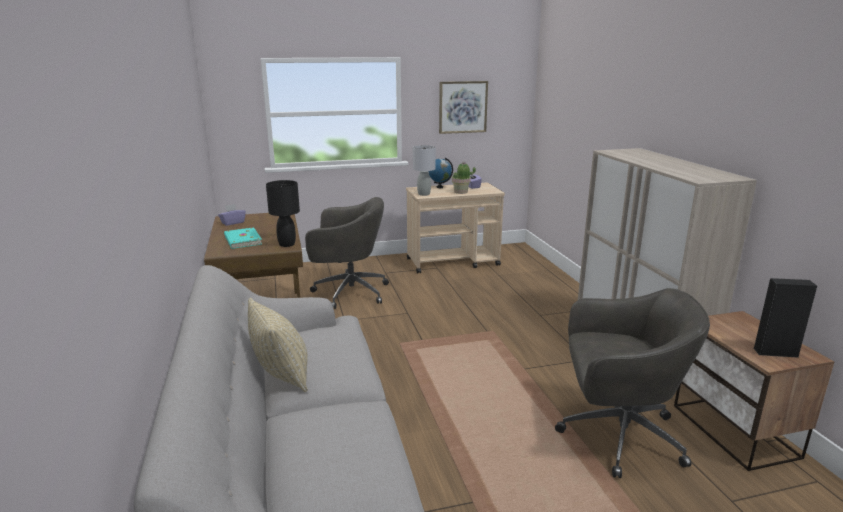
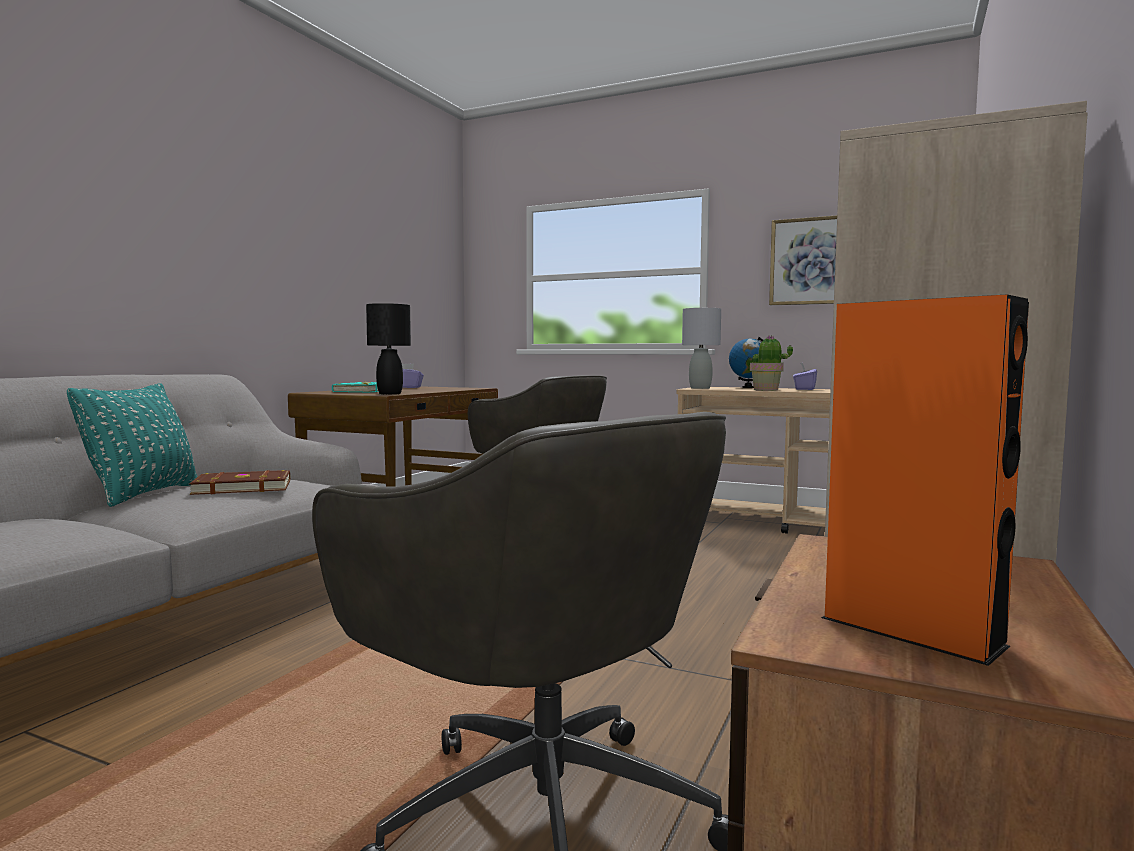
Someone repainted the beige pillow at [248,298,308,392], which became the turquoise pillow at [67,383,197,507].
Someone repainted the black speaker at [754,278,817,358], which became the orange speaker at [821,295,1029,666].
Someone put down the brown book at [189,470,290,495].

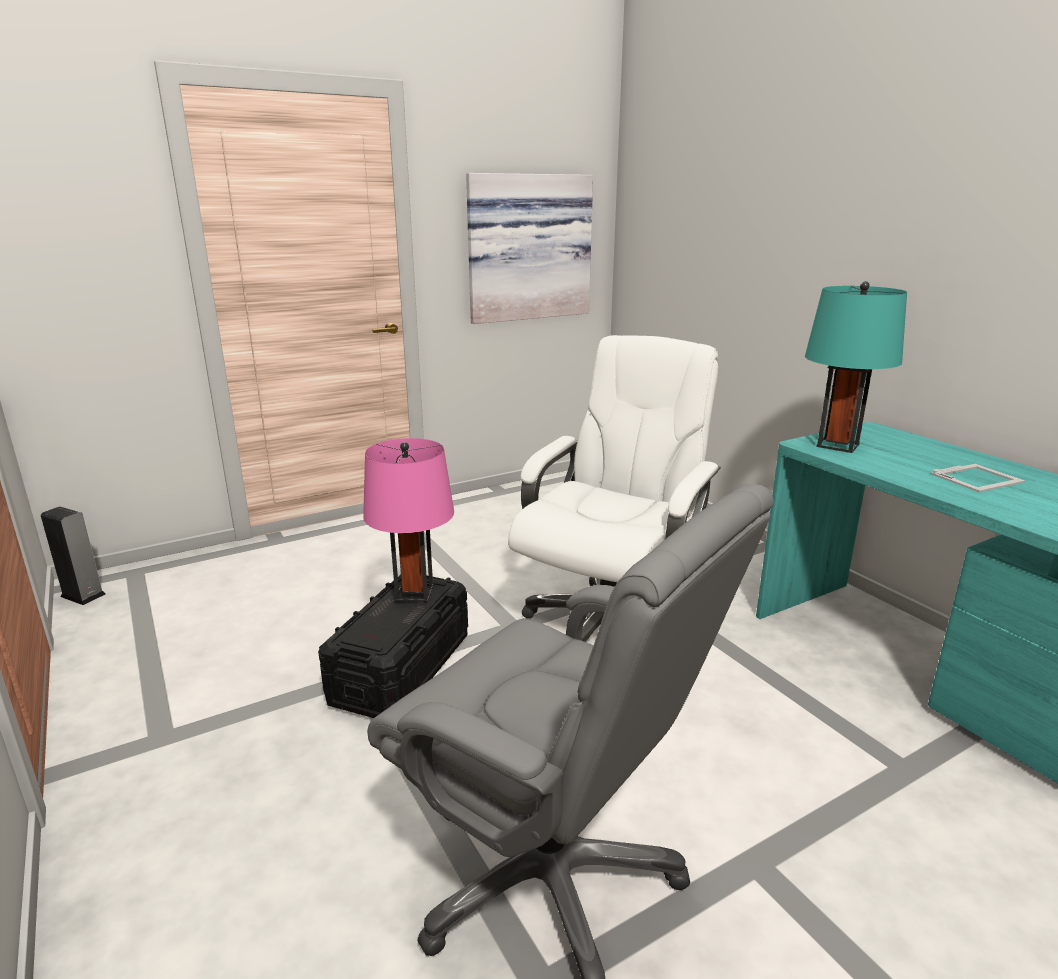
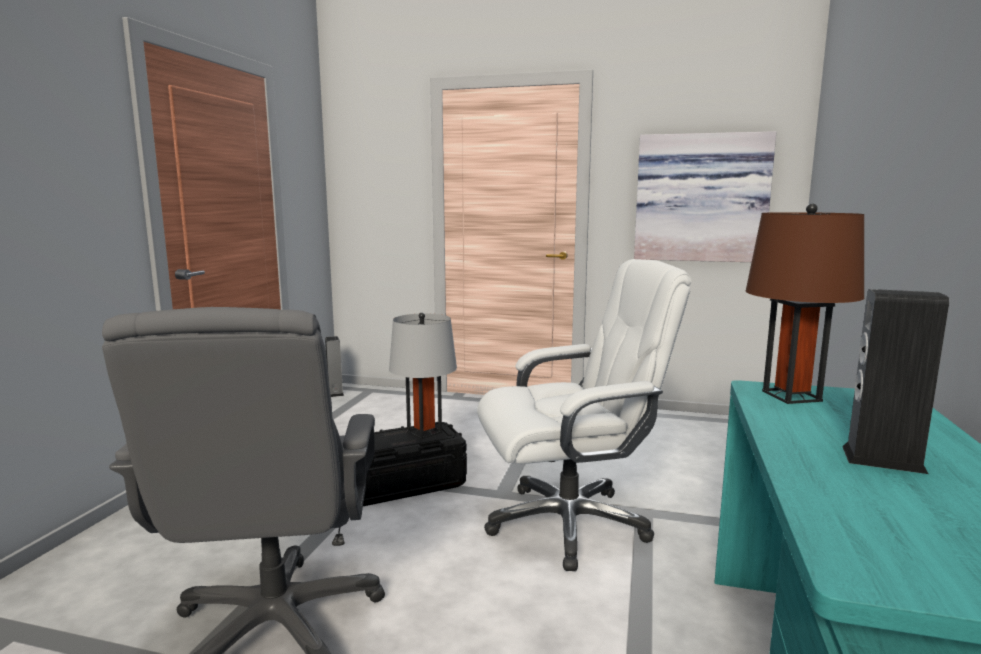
Someone repainted the pink table lamp at [363,438,454,602], which became the grey table lamp at [389,313,457,439].
Someone repainted the turquoise table lamp at [805,281,907,453], which became the brown table lamp at [746,203,864,404].
Someone swapped the picture frame at [931,464,1025,492] for the speaker at [842,289,949,474].

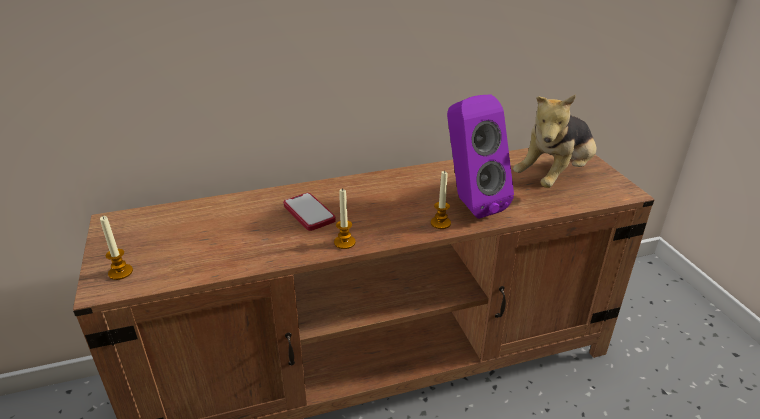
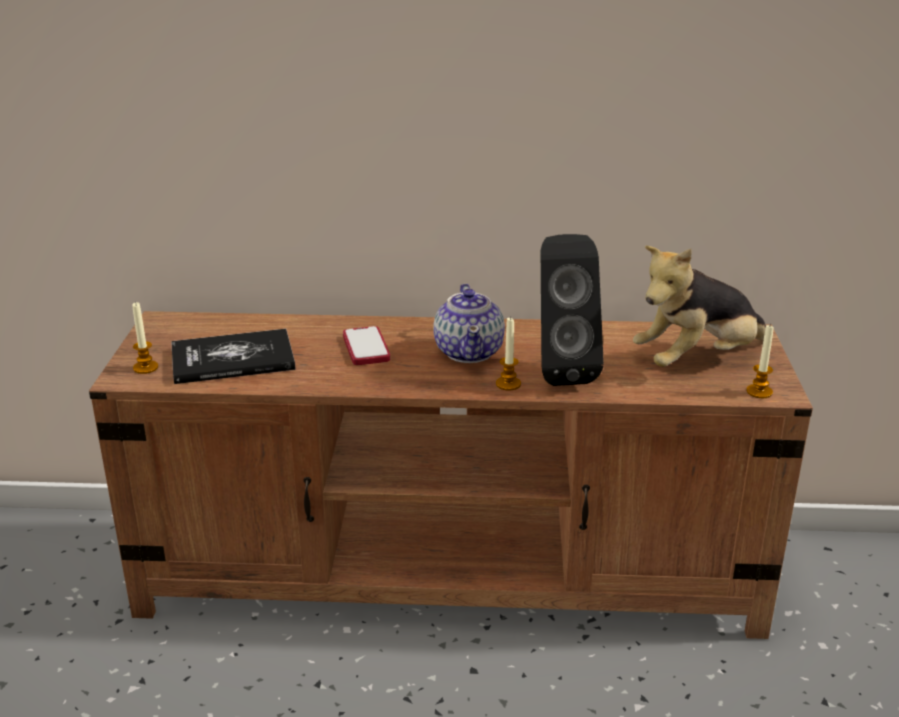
Someone carried the candle from [334,188,355,249] to [746,325,774,398].
Someone repainted the purple speaker at [447,94,514,219], which became the black speaker at [540,234,604,386].
Someone put down the book at [171,329,296,384].
Someone put down the teapot at [433,284,505,363].

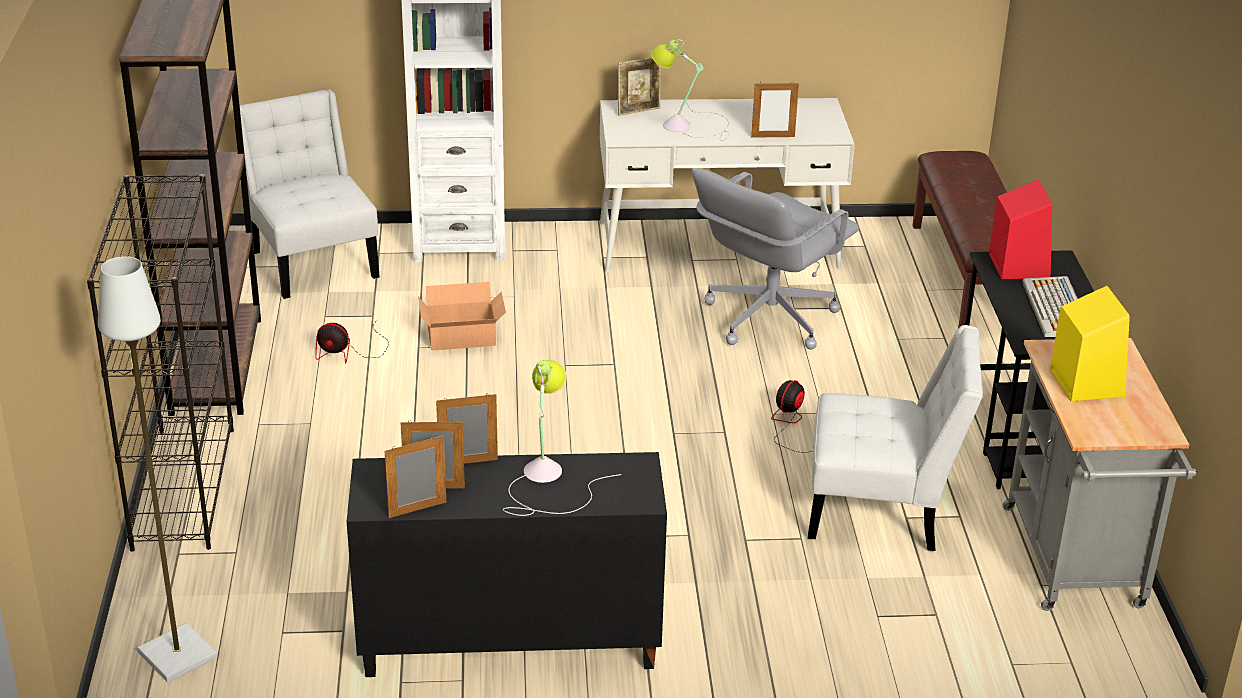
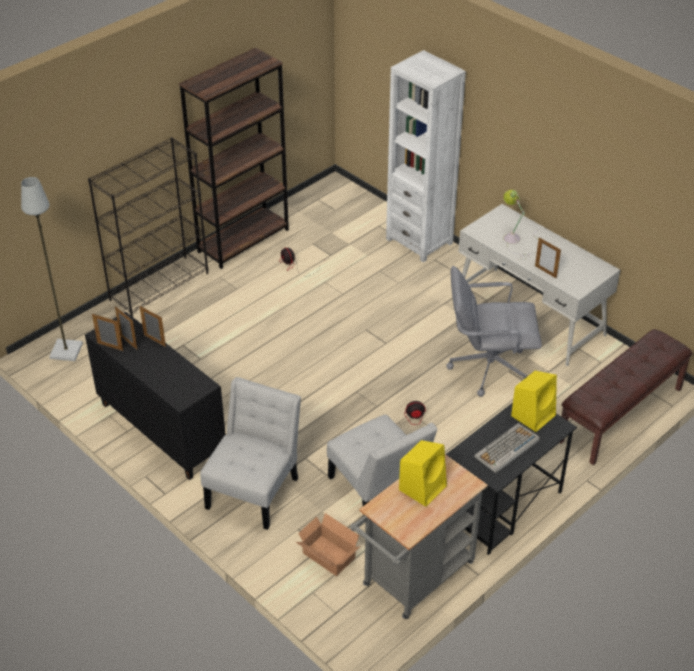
Someone carried the white chair from [232,89,380,299] to [200,377,301,530].
Someone carried the cardboard box from [418,282,506,351] to [296,513,361,576].
Someone took away the table lamp at [503,360,621,516].
Someone took away the picture frame at [618,57,661,116].
Someone repainted the red speaker at [989,179,1052,279], which became the yellow speaker at [511,371,557,432].

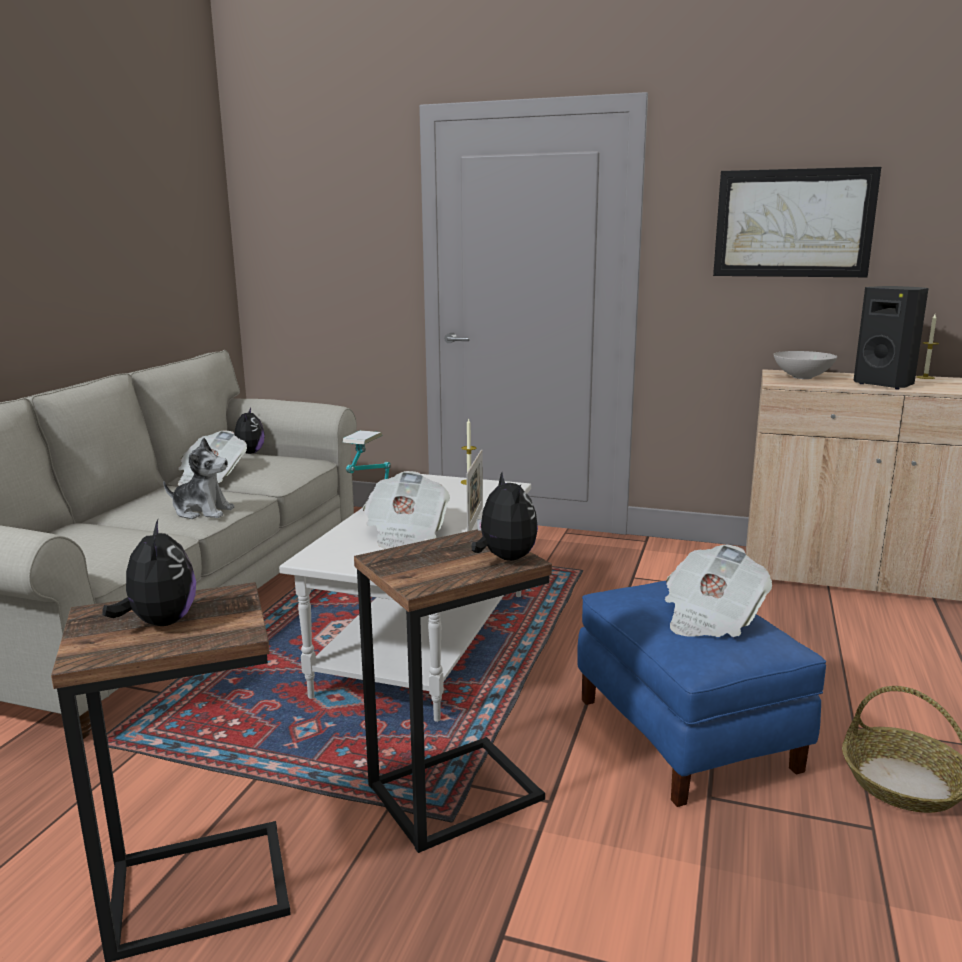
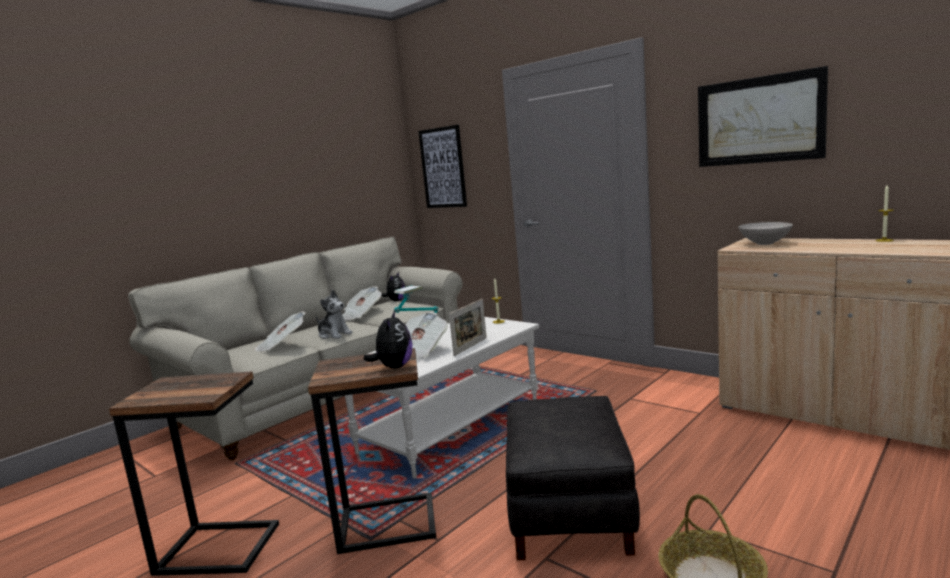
Someone took away the plush toy at [102,520,196,626].
Someone repainted the blue ottoman at [577,581,826,807], which became the black ottoman at [506,396,640,560].
Someone carried the newspaper from [665,544,772,637] to [254,311,306,351].
Someone took away the black speaker at [853,286,929,389].
Someone put up the picture at [418,125,467,208].

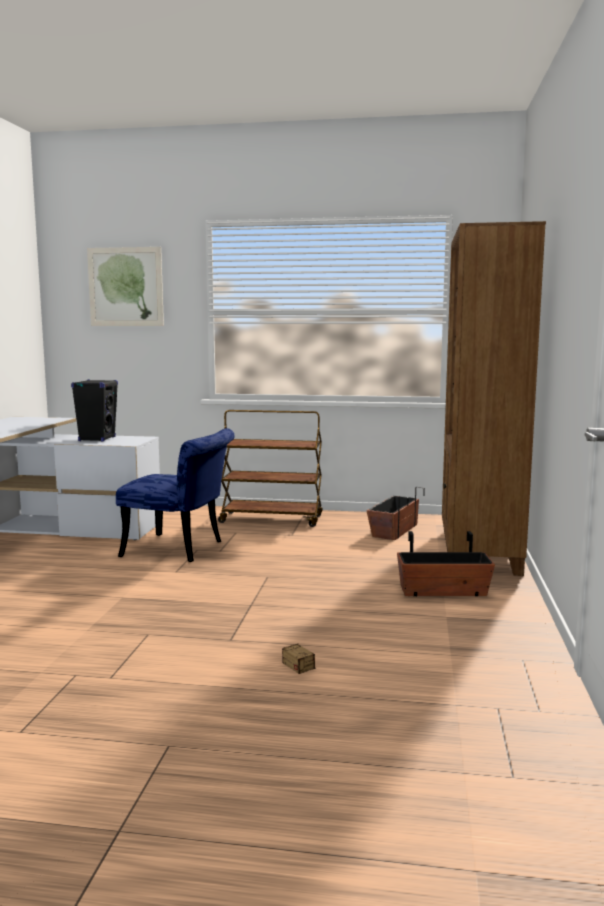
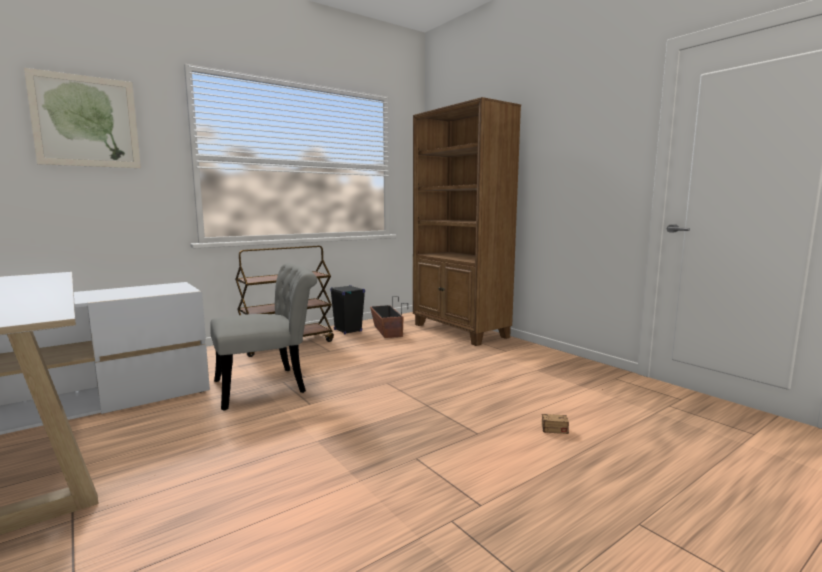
Someone carried the black speaker from [71,379,118,441] to [330,285,365,334].
Someone repainted the blue chair at [116,428,235,562], which became the grey chair at [210,263,317,411].
Someone took away the planter at [397,531,495,596].

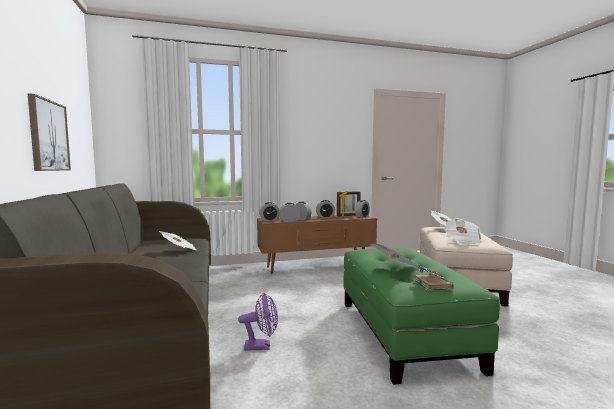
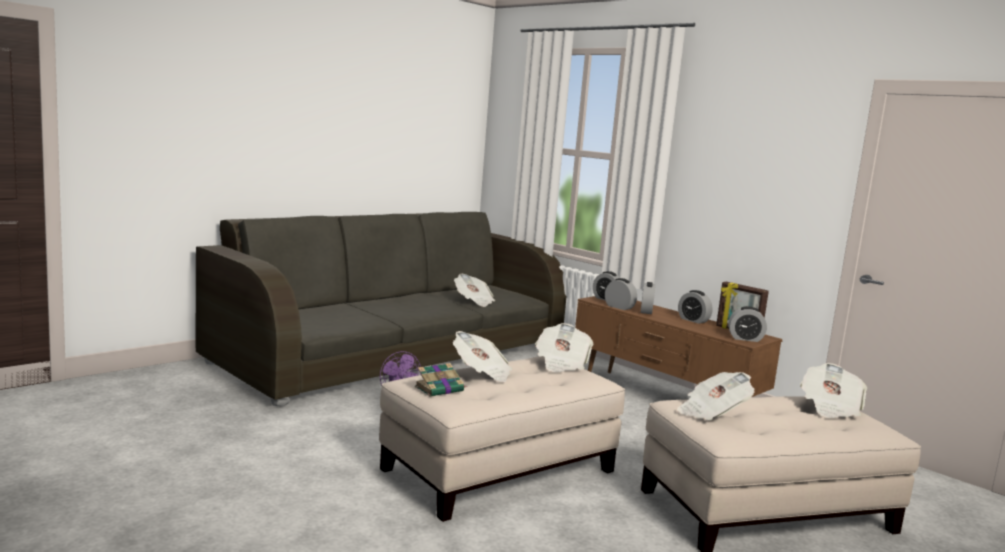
Someone took away the picture at [27,93,71,171].
Someone repainted the green ottoman at [344,248,500,385], which became the beige ottoman at [379,356,625,522].
Someone put down the newspaper at [535,323,594,372].

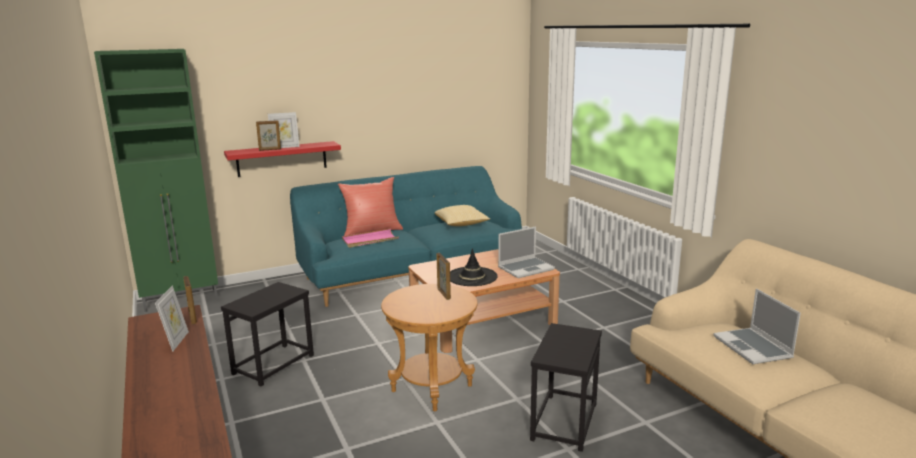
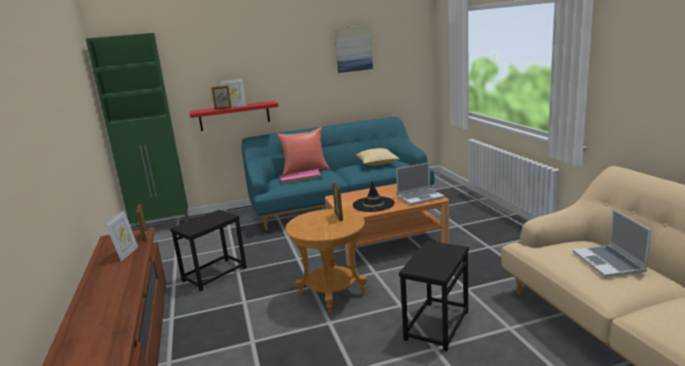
Someone put up the picture at [334,25,373,73].

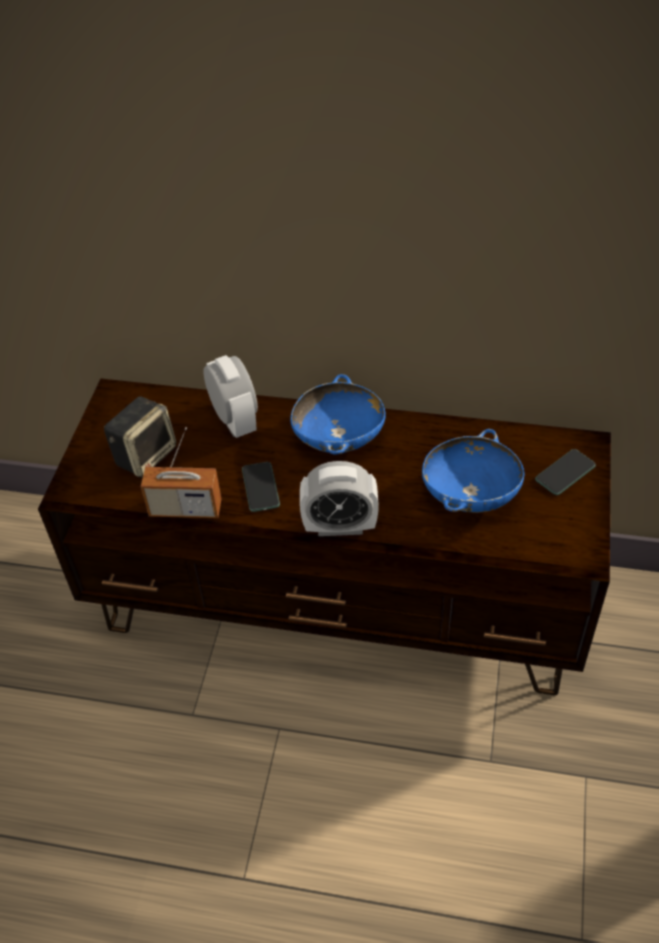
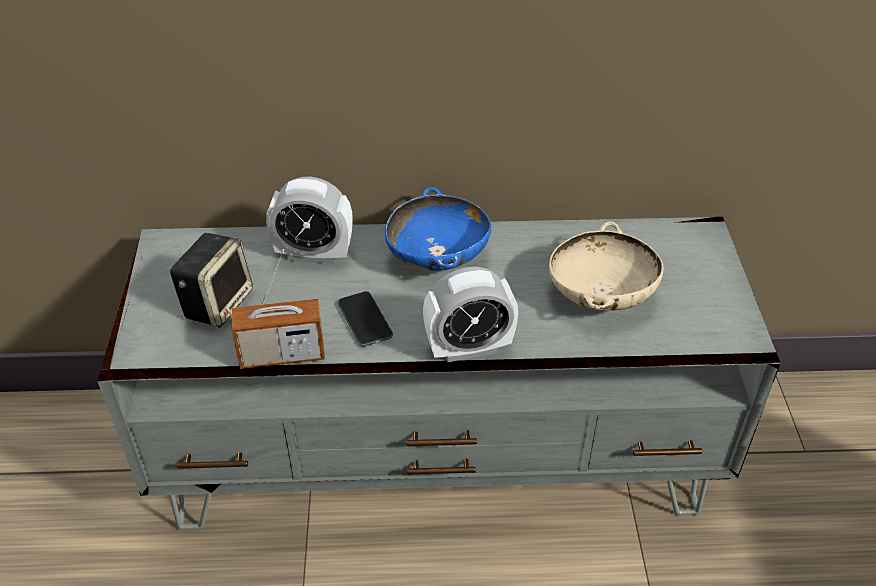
Someone repainted the brown tv stand at [38,379,611,695], which became the grey tv stand at [97,217,780,530].
Someone rotated the alarm clock at [204,355,258,438] by 135 degrees clockwise.
Someone repainted the blue bowl at [422,429,524,513], which became the beige bowl at [549,221,663,311].
Someone took away the phone at [535,449,596,495].

